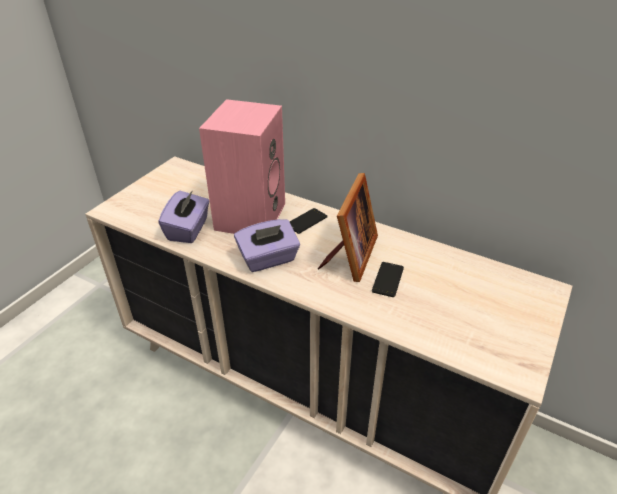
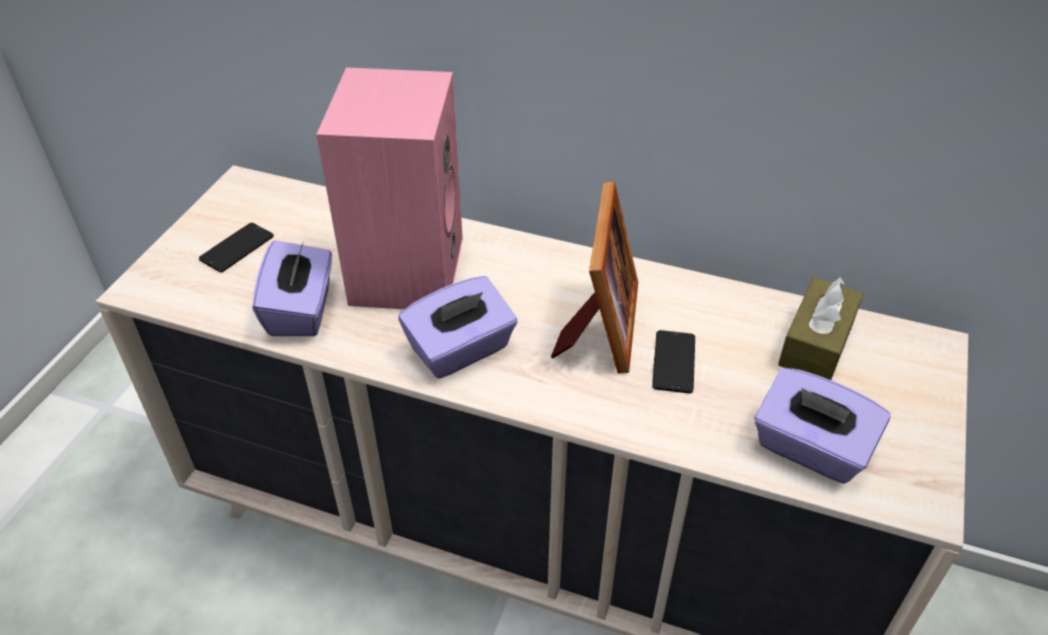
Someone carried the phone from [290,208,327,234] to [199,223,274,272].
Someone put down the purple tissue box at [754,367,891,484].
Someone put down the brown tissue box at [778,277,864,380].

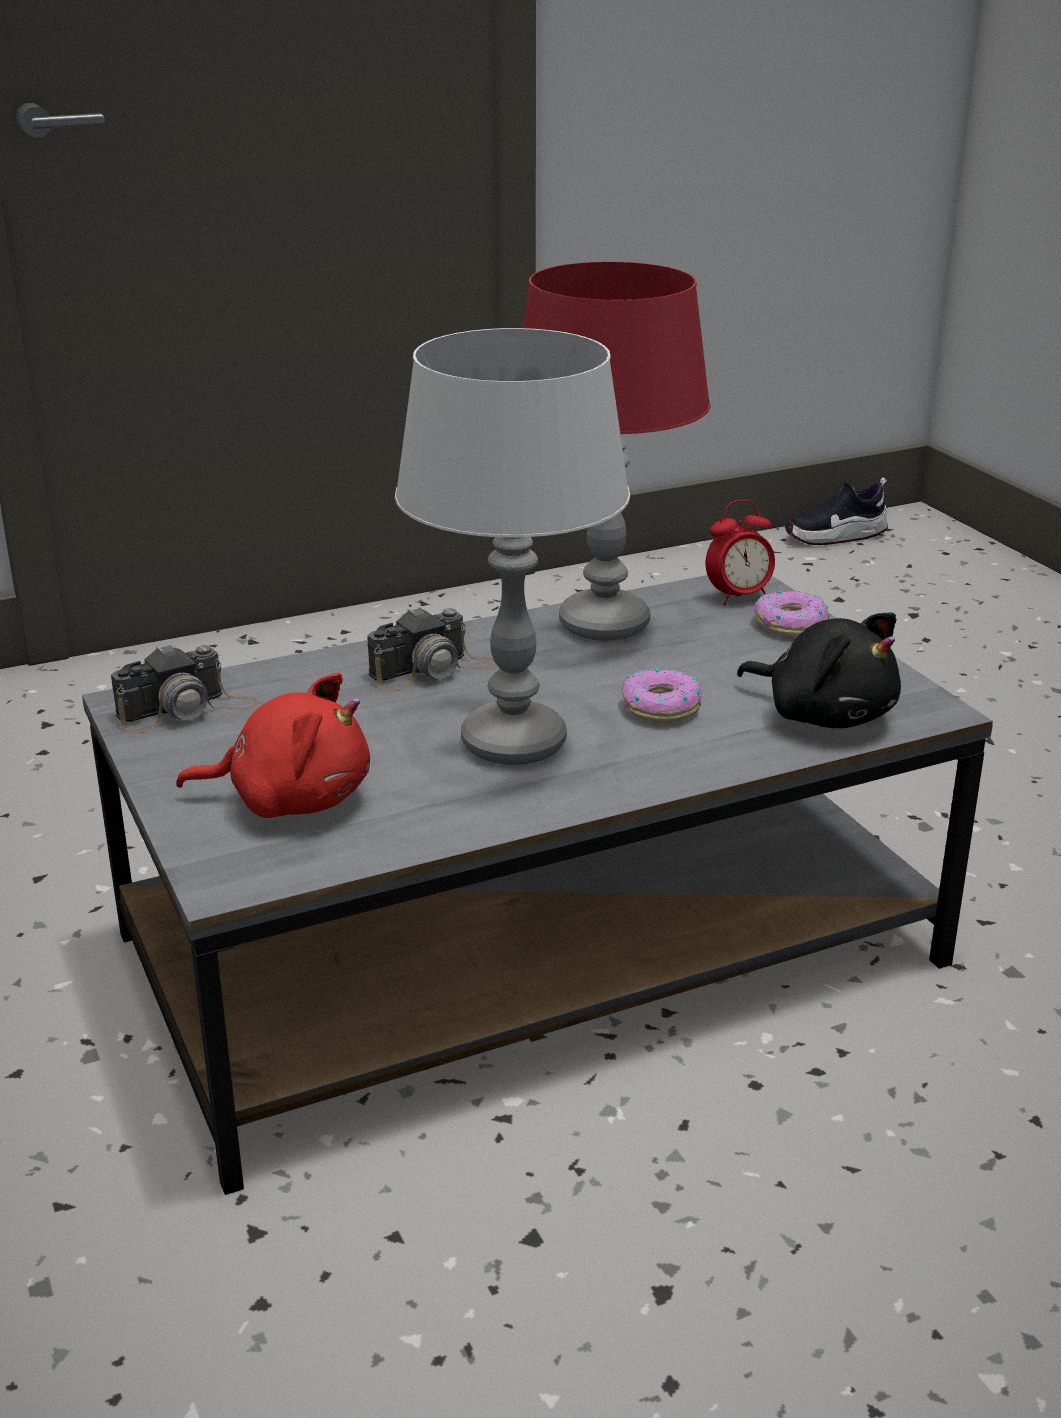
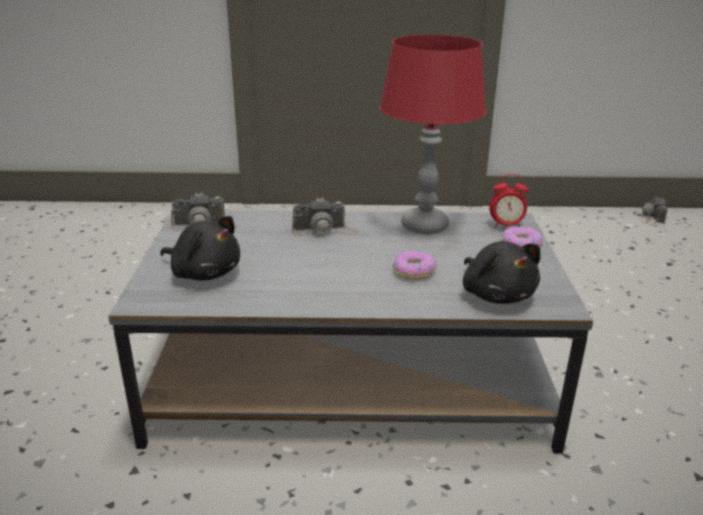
Someone repainted the red plush toy at [176,673,370,818], which became the black plush toy at [160,216,240,280].
Someone took away the grey table lamp at [395,328,630,765].
Someone swapped the shoe at [785,478,888,545] for the photo camera at [642,197,668,225].

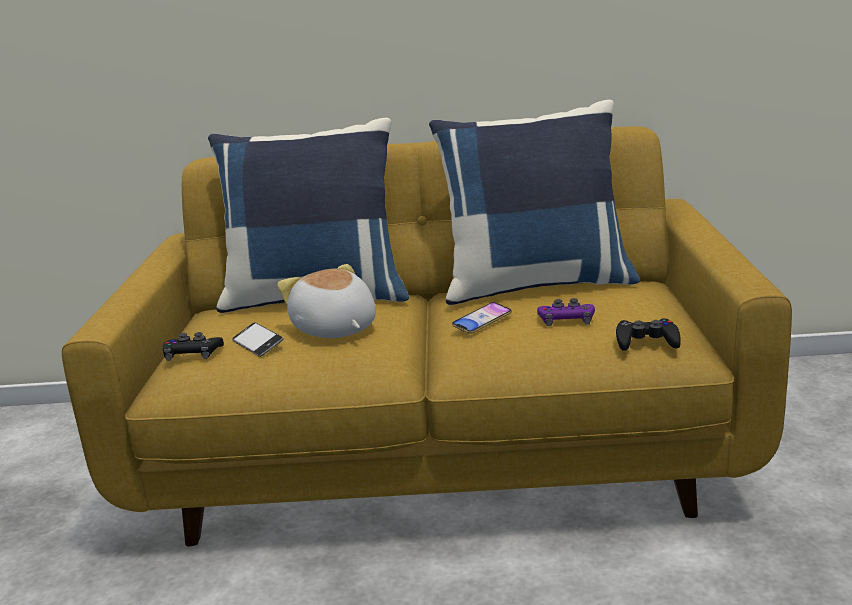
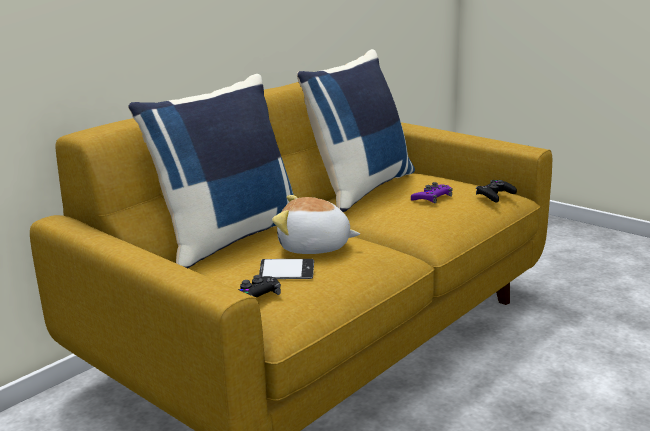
Someone took away the phone at [452,302,512,334].

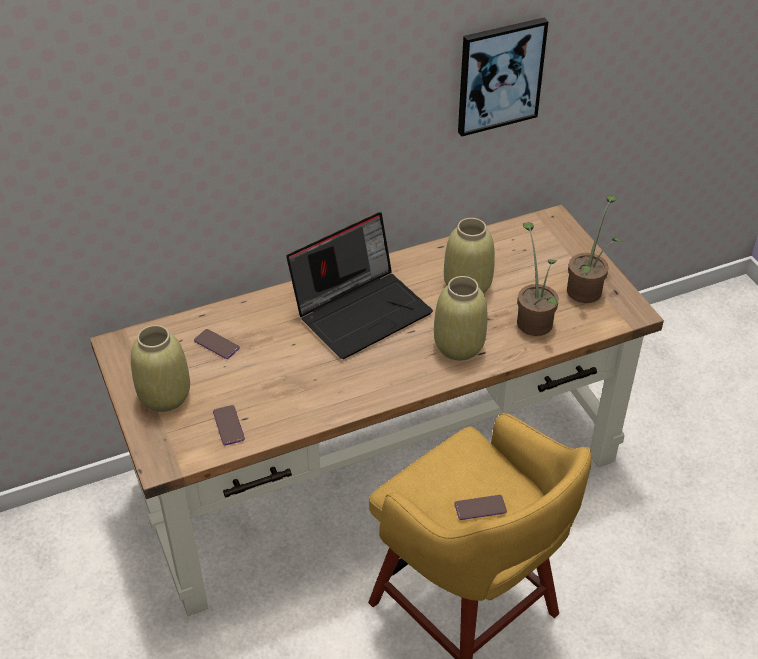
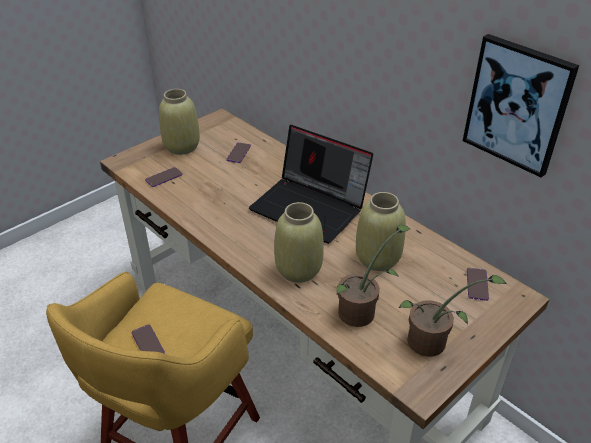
Someone put down the phone at [467,268,489,301].

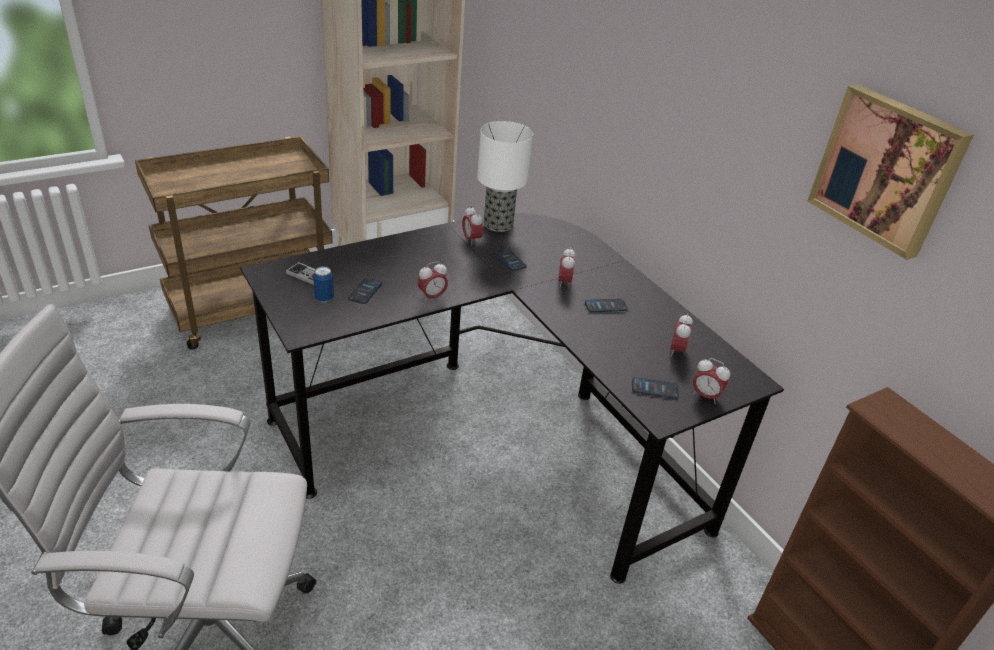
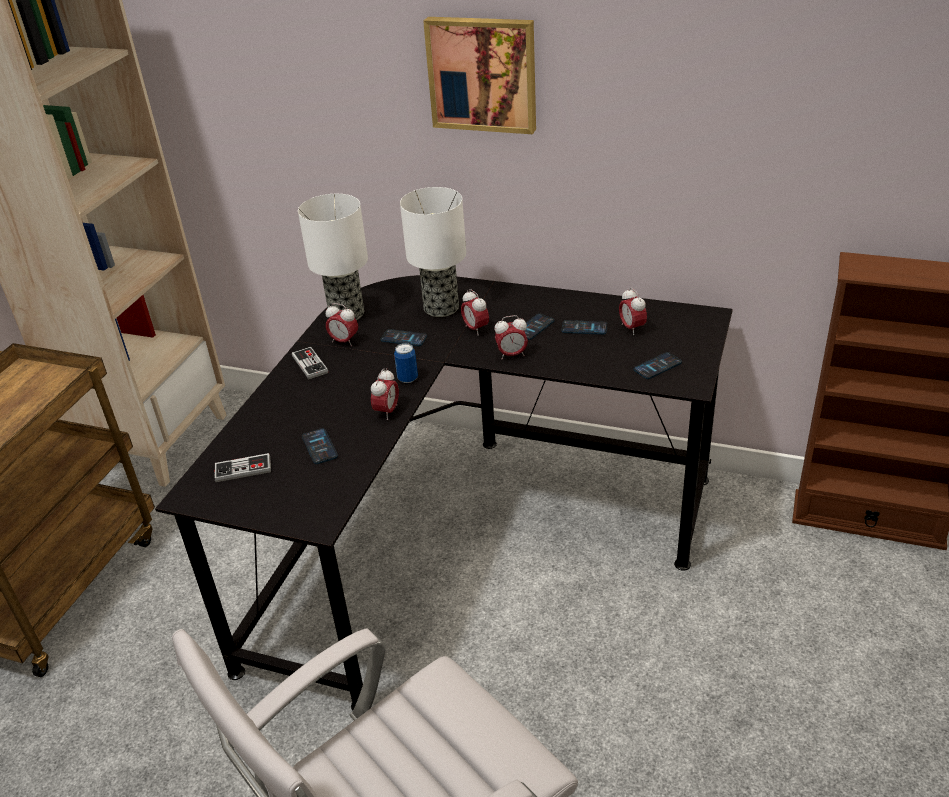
Someone carried the can from [313,266,334,302] to [394,343,418,383].
Someone carried the alarm clock from [693,358,730,404] to [495,315,528,358].
Someone carried the picture from [808,84,974,260] to [423,17,536,134].
Someone put down the game controller at [292,347,328,379].
Someone put down the table lamp at [400,187,466,317].
Someone put down the phone at [562,320,607,335].

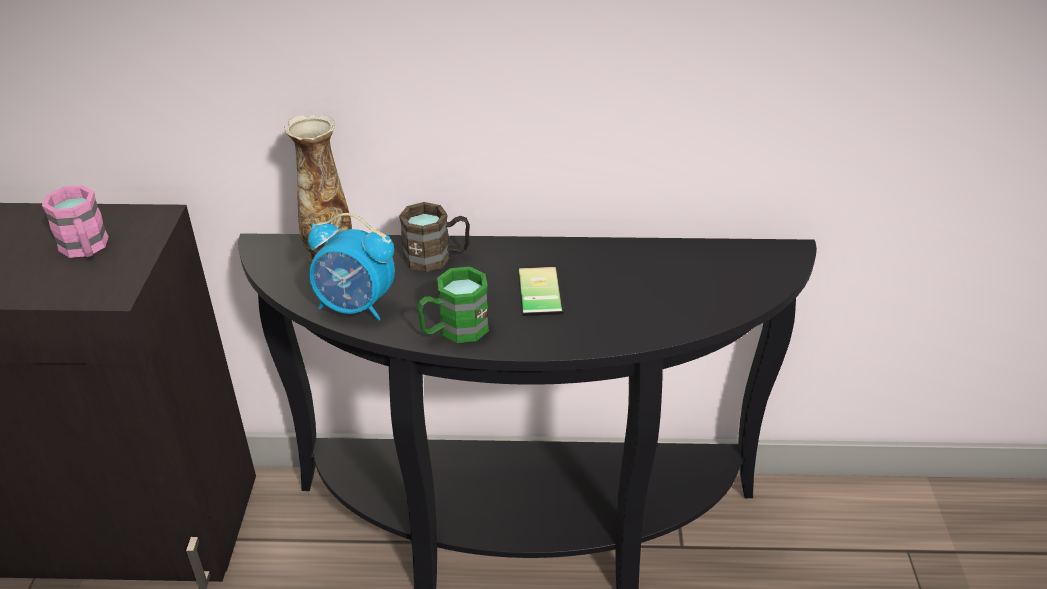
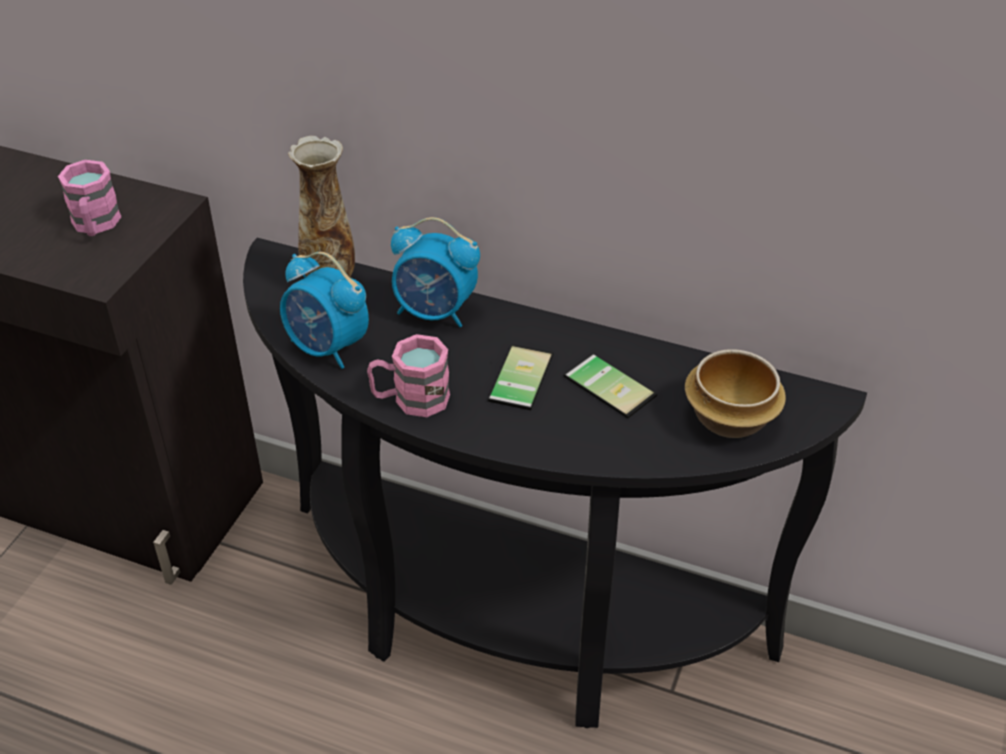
Someone swapped the brown mug at [399,202,470,272] for the alarm clock at [391,217,480,327].
Someone repainted the green mug at [417,267,489,343], which became the pink mug at [367,334,450,417].
Someone put down the phone at [563,353,657,419].
Someone put down the bowl at [685,349,786,438].

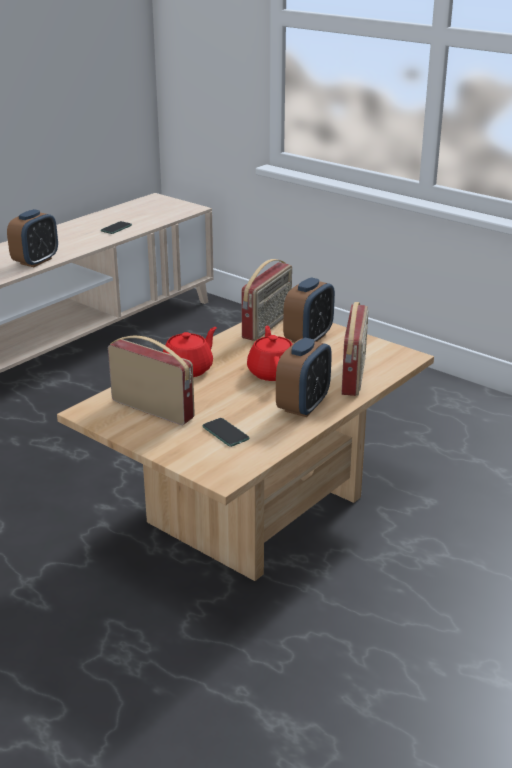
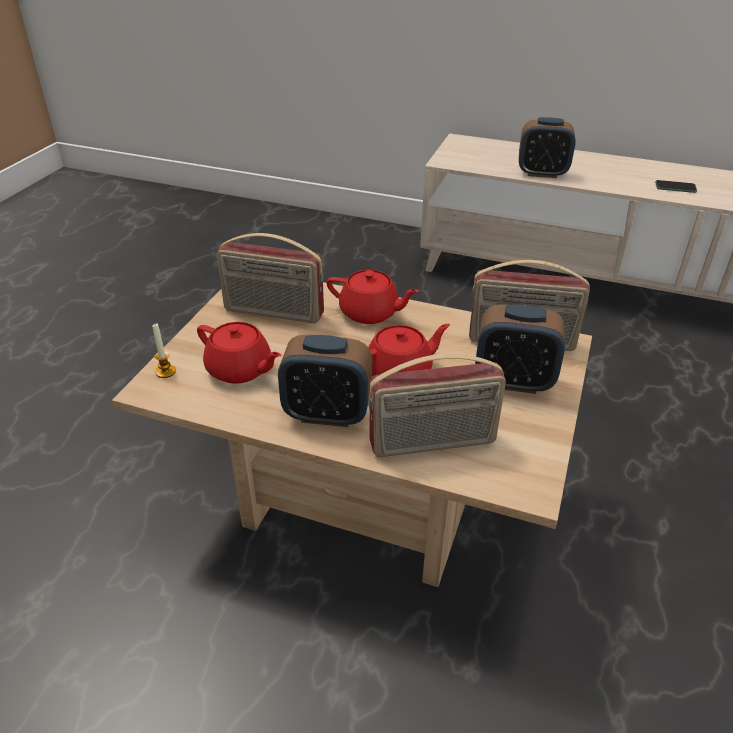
Someone rotated the radio at [108,336,195,425] by 90 degrees clockwise.
Someone swapped the phone at [203,418,249,447] for the red teapot at [197,322,281,384].
Someone put down the candle at [152,323,176,378].

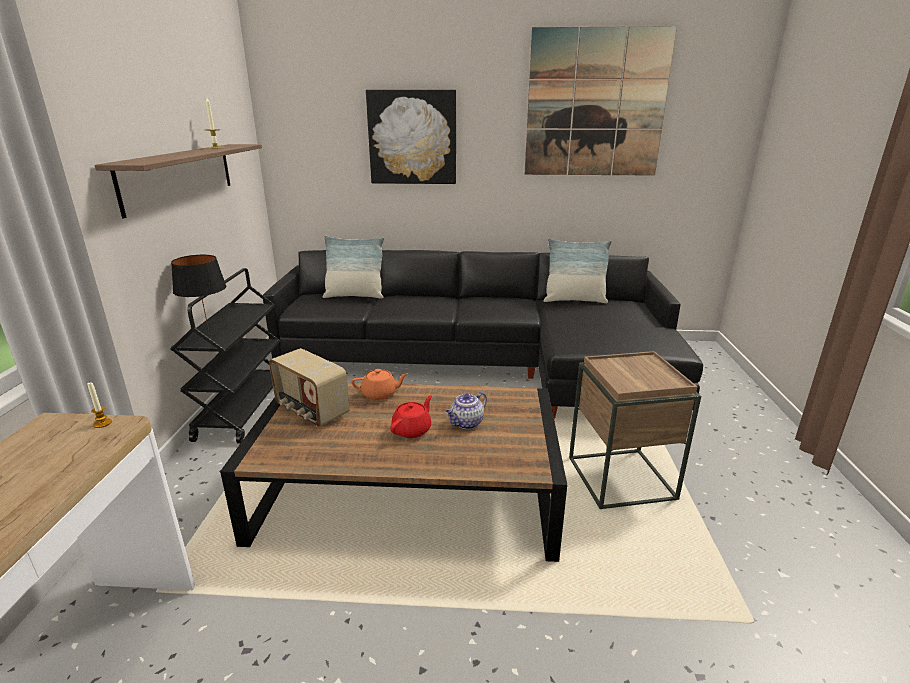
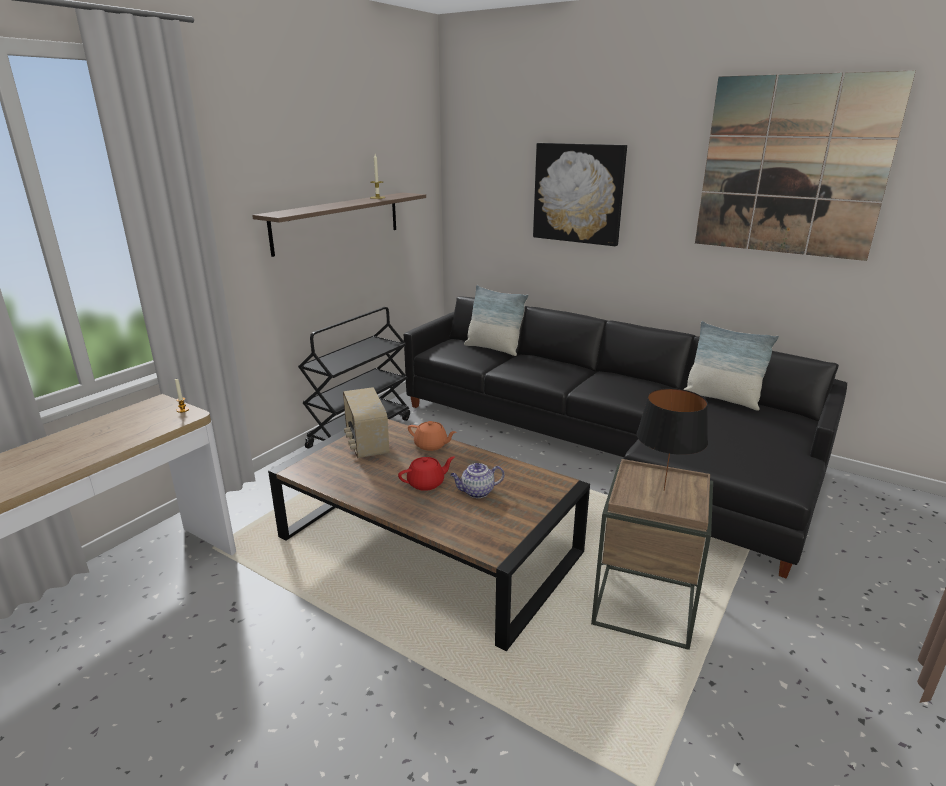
Someone carried the black table lamp from [171,255,226,330] to [637,388,708,491].

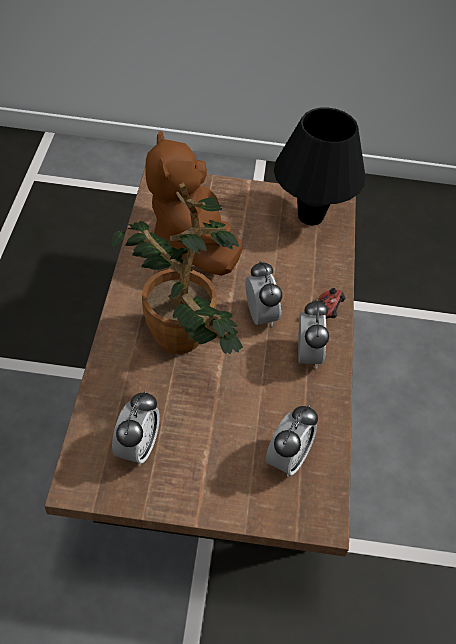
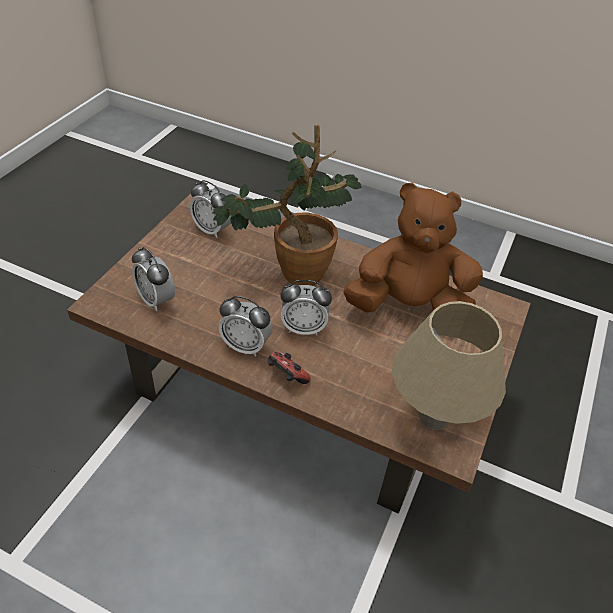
Someone repainted the black table lamp at [274,107,365,225], which became the beige table lamp at [392,301,506,430].

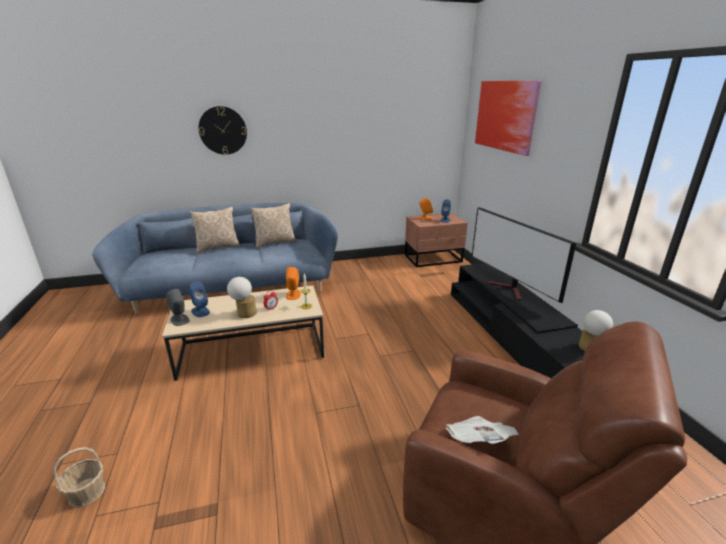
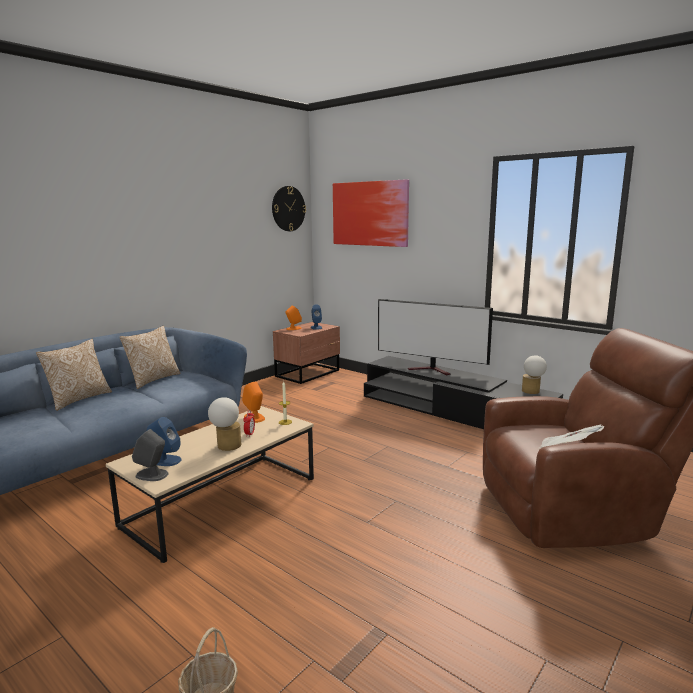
Someone carried the wall clock from [199,106,247,155] to [272,186,306,231].

